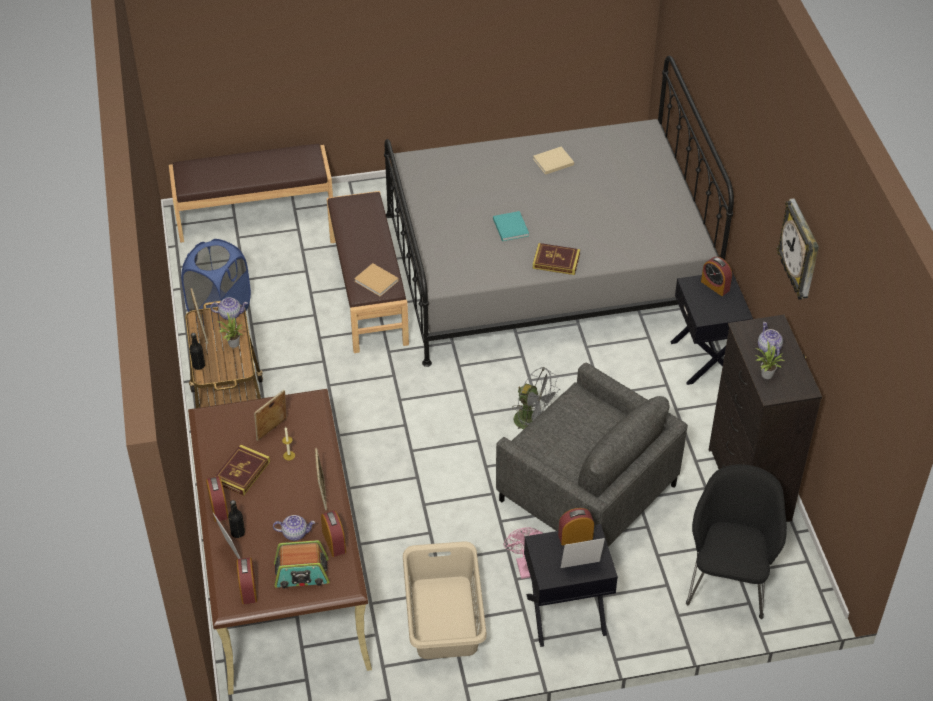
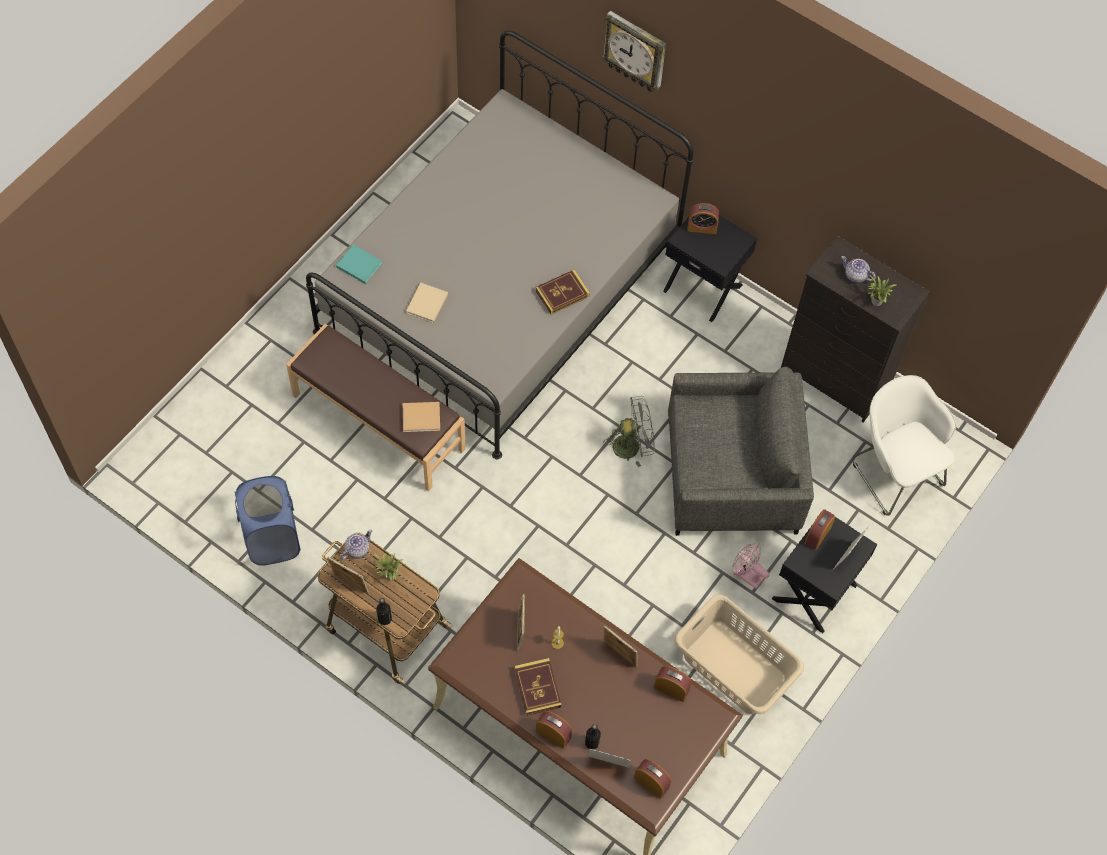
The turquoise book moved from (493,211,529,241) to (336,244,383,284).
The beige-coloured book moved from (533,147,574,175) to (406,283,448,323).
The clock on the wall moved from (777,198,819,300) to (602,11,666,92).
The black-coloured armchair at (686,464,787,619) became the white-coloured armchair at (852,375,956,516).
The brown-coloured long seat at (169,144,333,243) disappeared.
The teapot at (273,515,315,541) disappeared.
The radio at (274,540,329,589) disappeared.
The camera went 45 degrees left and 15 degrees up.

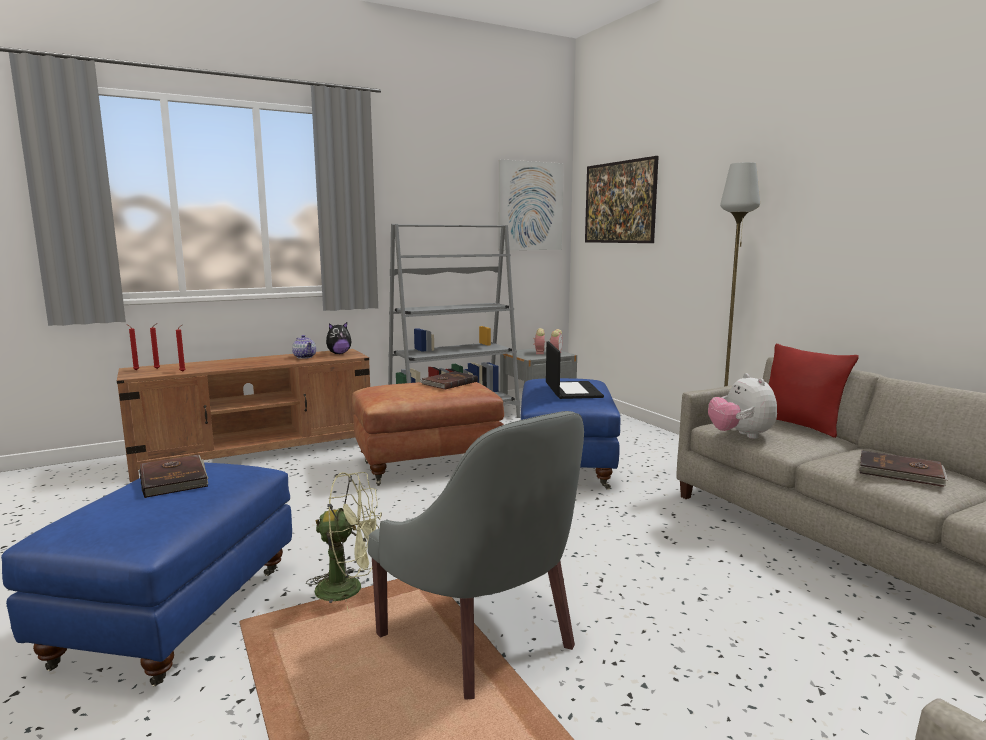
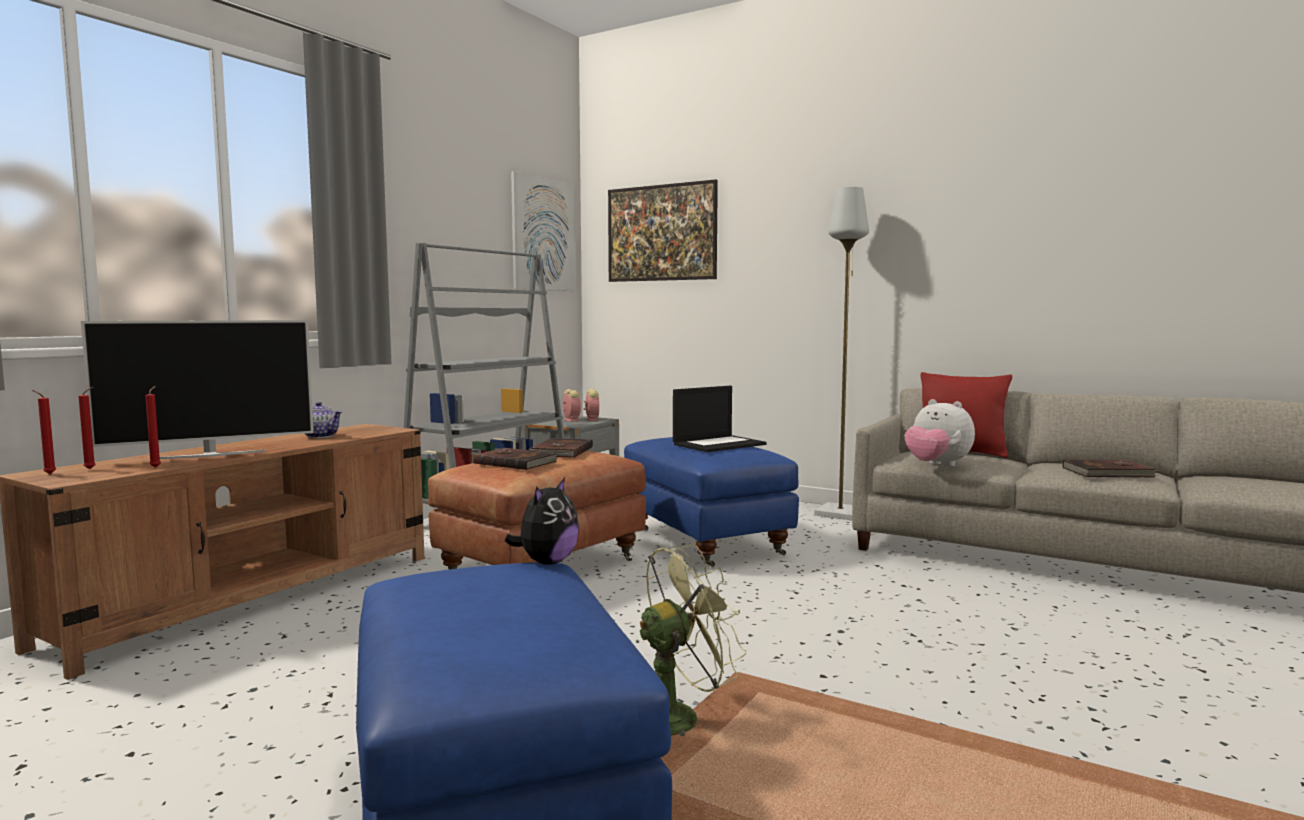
The television at (81,320,314,459) appeared.
The brown-coloured book moved from (139,455,208,498) to (473,448,557,470).
The soft toy moved from (326,322,352,354) to (505,478,579,565).
The portable computer at (546,341,604,399) turned 90 degrees clockwise.
The grey armchair at (368,411,584,700) disappeared.
The camera went 30 degrees left and 5 degrees down.

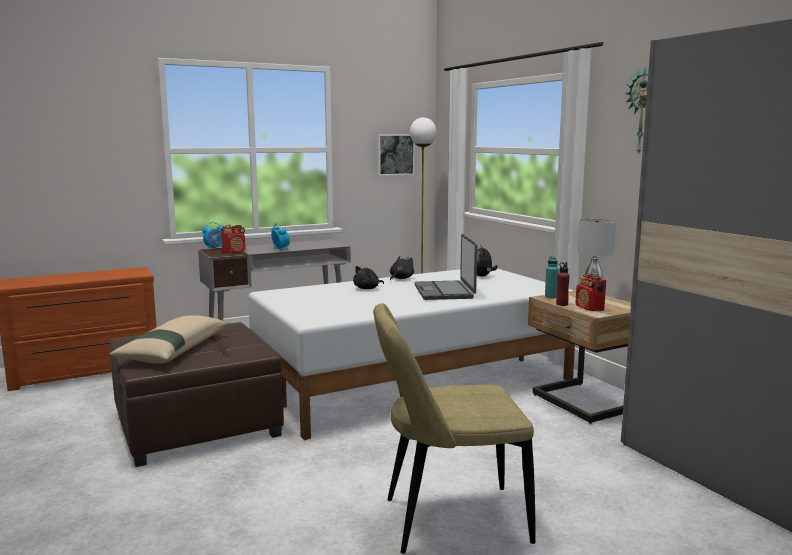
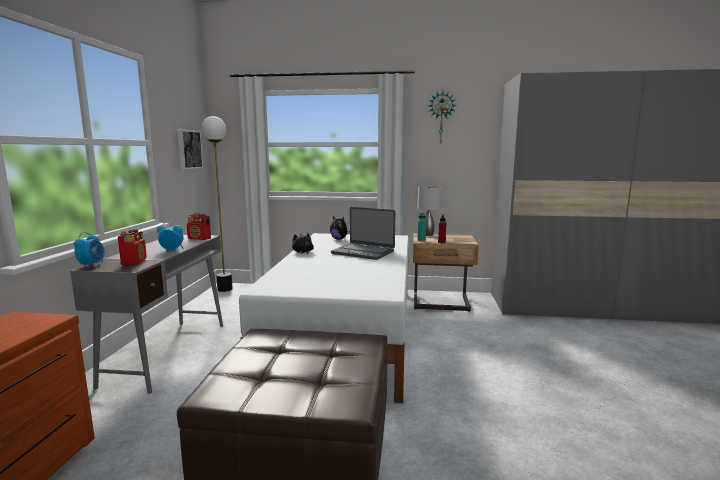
The radio moved from (575,272,606,311) to (187,212,211,240).
The beige-coloured cushion at (110,315,227,364) disappeared.
The black-coloured soft toy at (353,266,384,289) disappeared.
The beige-coloured plain chair at (373,303,535,554) disappeared.
The camera went 55 degrees left and 0 degrees up.

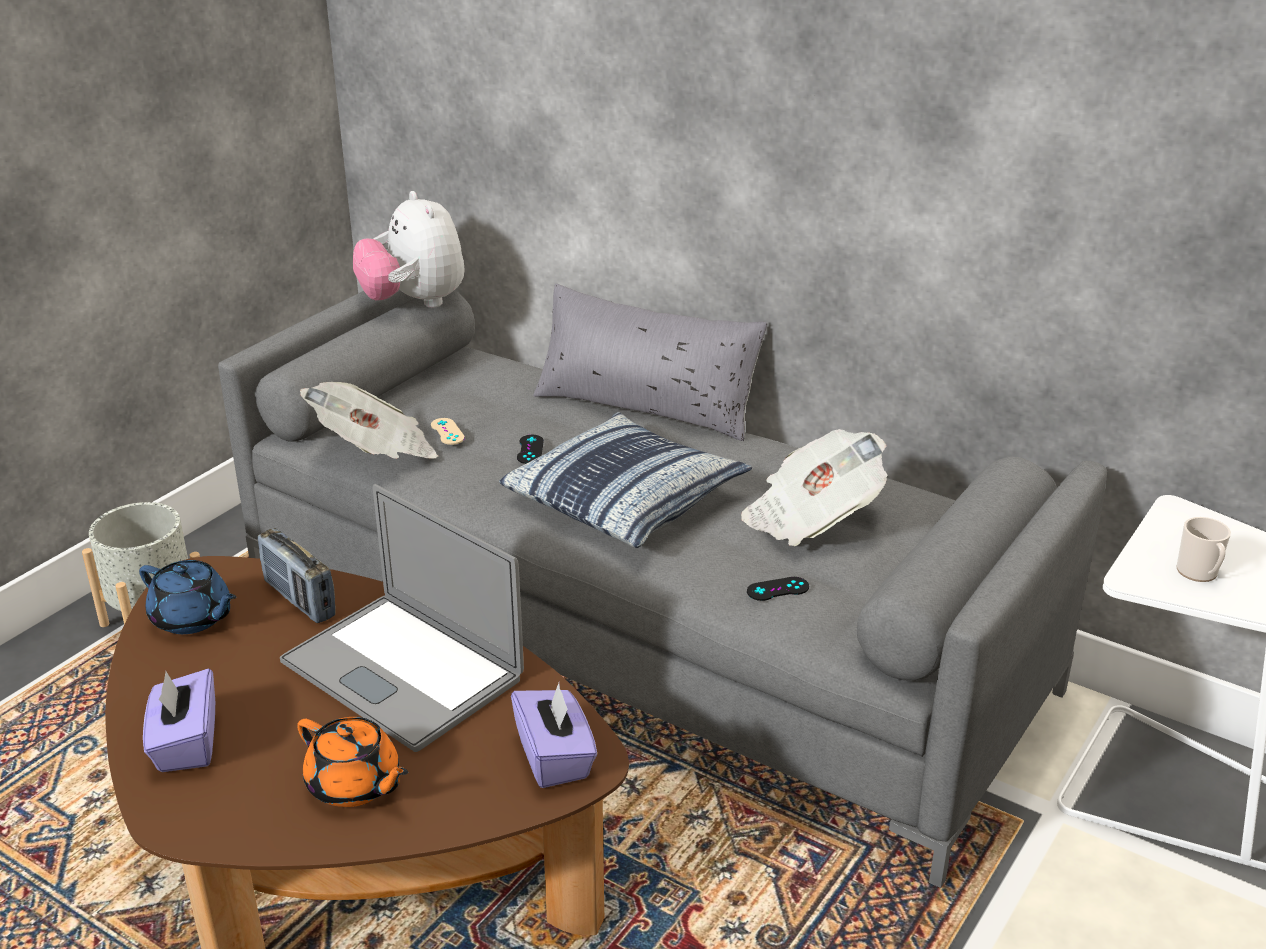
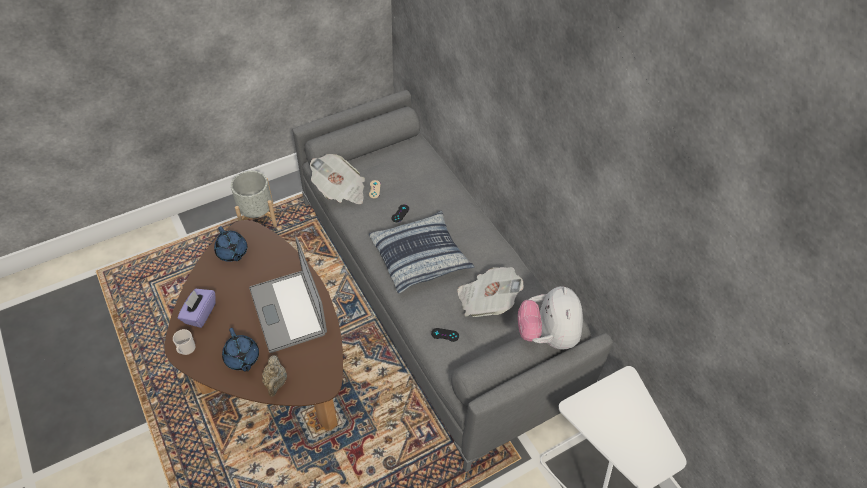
The tea mug moved from (1176,517,1231,582) to (173,329,196,355).
The orangey teapot at (297,717,408,807) became the blue teapot at (222,328,259,372).
The beige-coloured teapot at (262,355,287,397) appeared.
The soft toy moved from (353,191,464,308) to (518,286,583,350).
The radio at (258,528,336,623) disappeared.
The purple-coloured tissue box at (511,683,597,788) disappeared.
The grey cushion at (533,284,768,441) disappeared.
The camera went 25 degrees right and 20 degrees up.

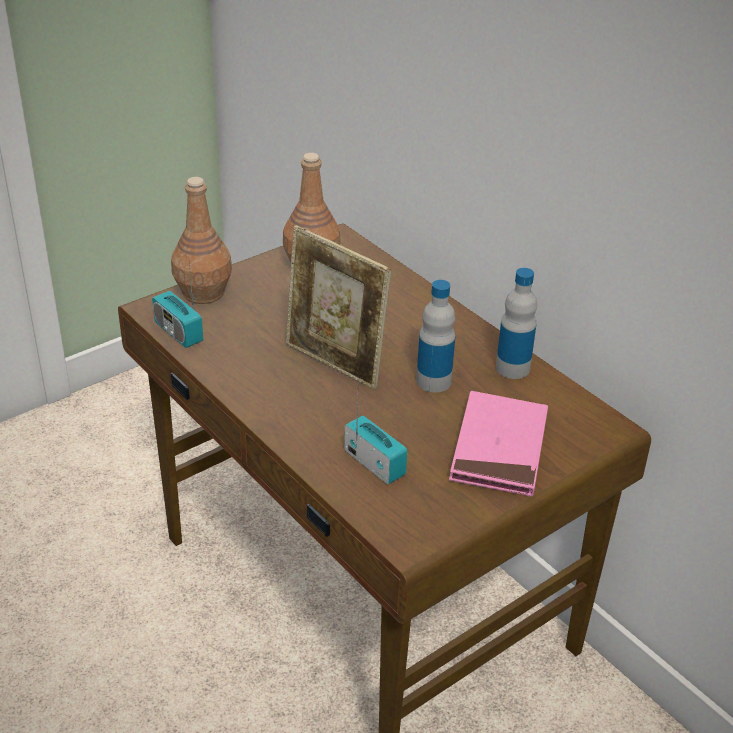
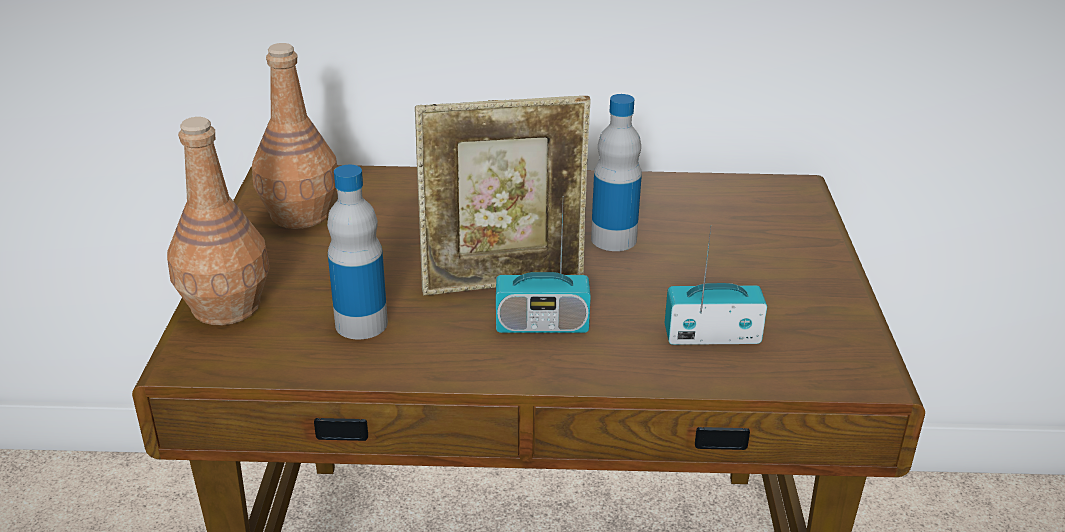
The beverage bottle moved from (496,268,537,379) to (327,165,388,340).
The radio moved from (152,264,203,348) to (496,207,591,333).
The pink-coloured book at (449,391,548,496) disappeared.
The camera went 50 degrees left and 5 degrees down.

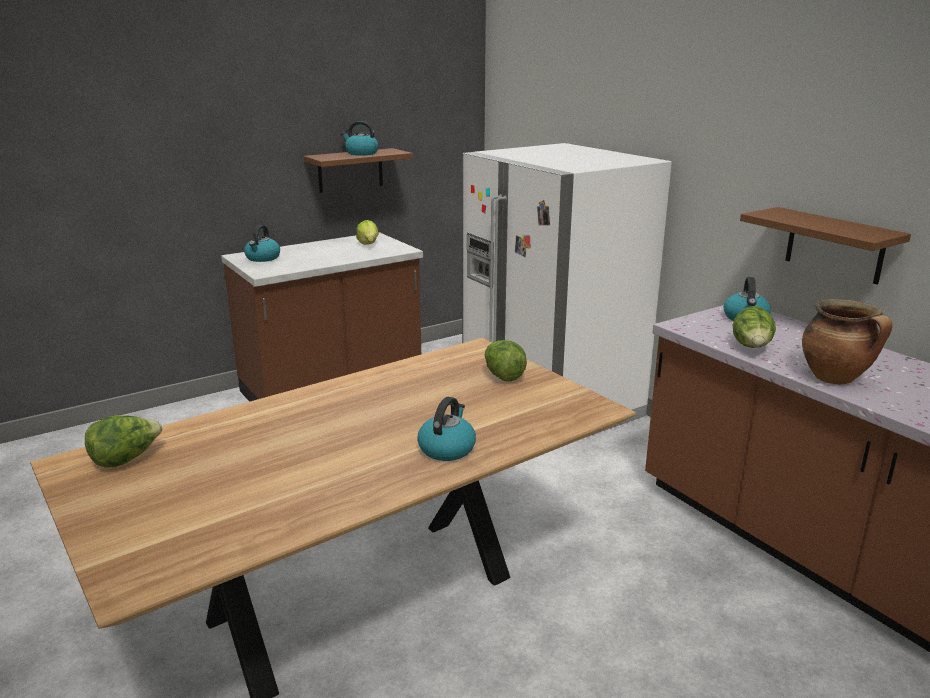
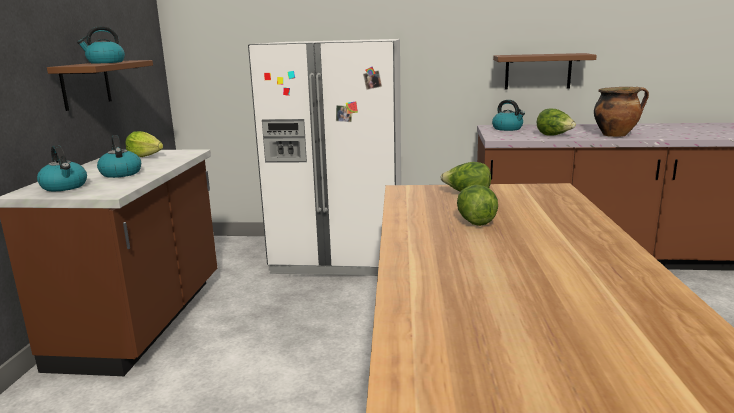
The kettle moved from (417,397,476,461) to (97,135,141,178).
The lettuce moved from (85,415,162,468) to (457,184,498,226).
The camera went 50 degrees left and 5 degrees down.

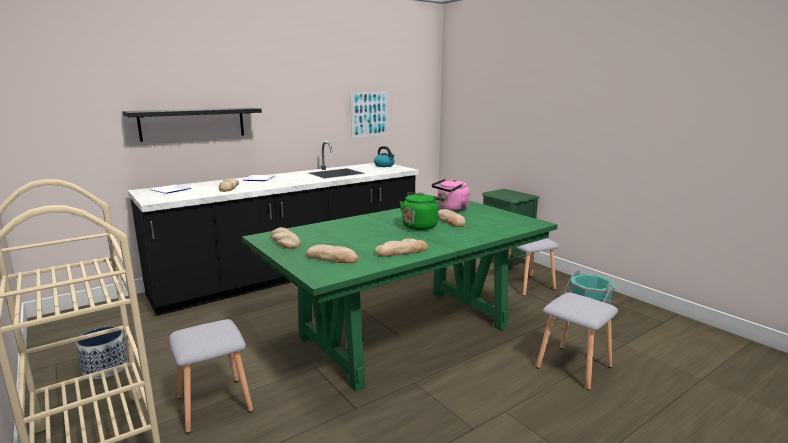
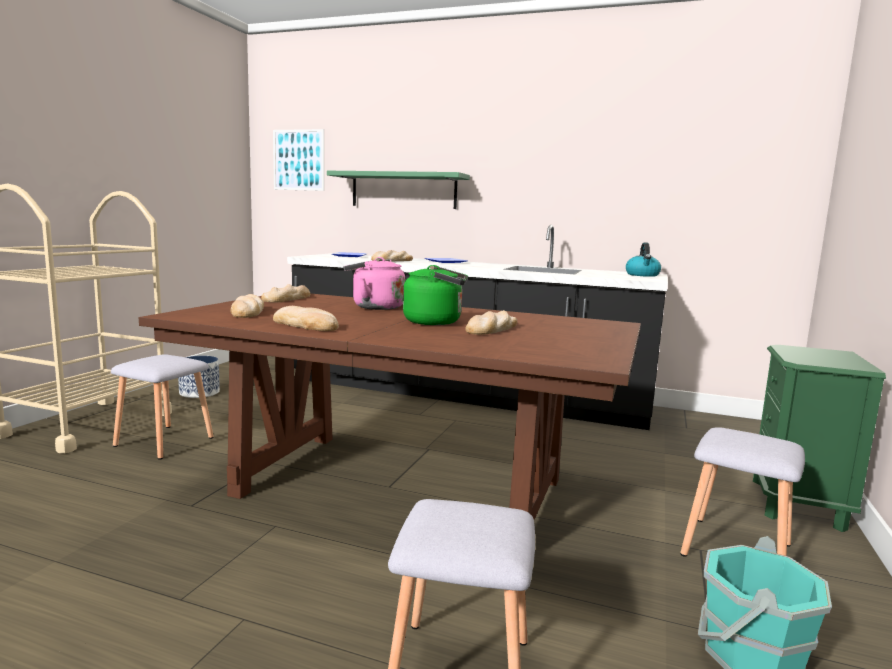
The greenish dinner table at (242,201,558,392) became the brown-coloured dinner table at (139,293,641,520).
The picture moved from (350,91,388,138) to (273,129,324,191).
The black-coloured wall shelf at (123,107,262,142) became the greenish wall shelf at (327,171,470,209).
The pink-coloured kettle moved from (432,179,470,212) to (343,257,405,310).
The camera went 55 degrees right and 5 degrees down.

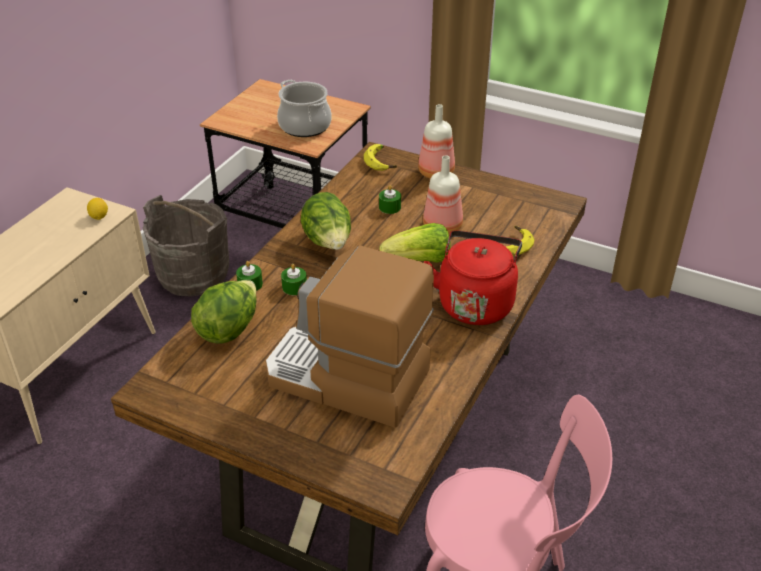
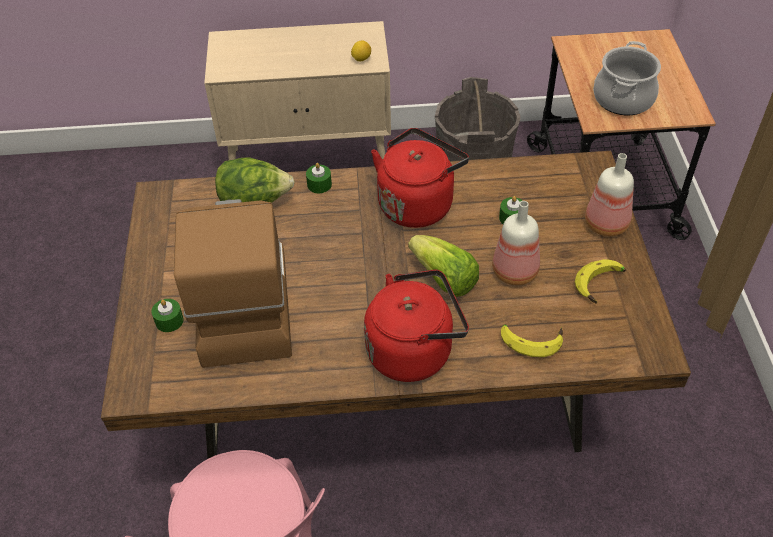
The greenish wax candle moved from (281,264,307,295) to (152,299,184,332).
The lettuce at (301,192,351,250) was replaced by the reddish kettle at (371,128,469,228).
The banana fruit moved from (364,144,397,171) to (575,259,626,304).
The camera went 60 degrees right and 10 degrees up.

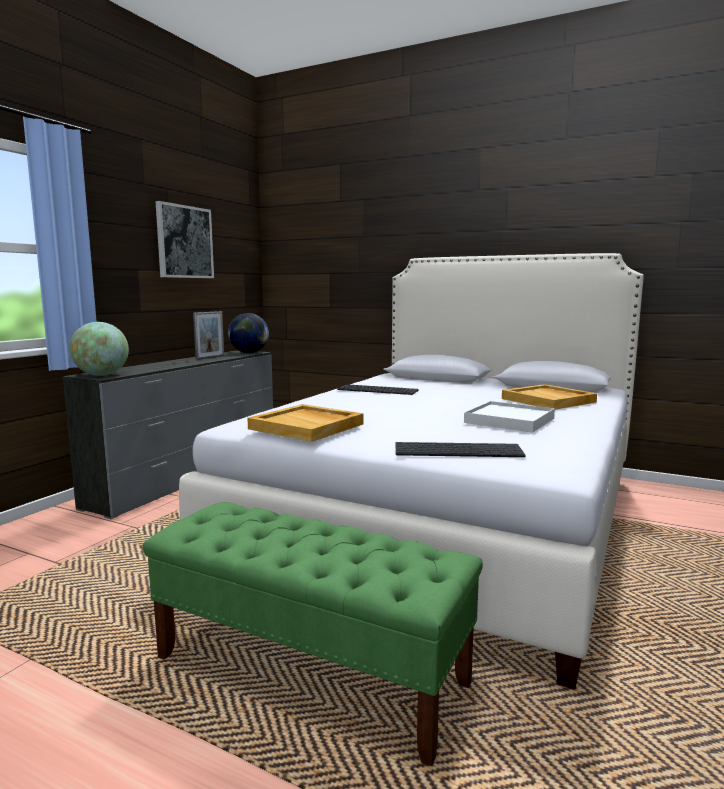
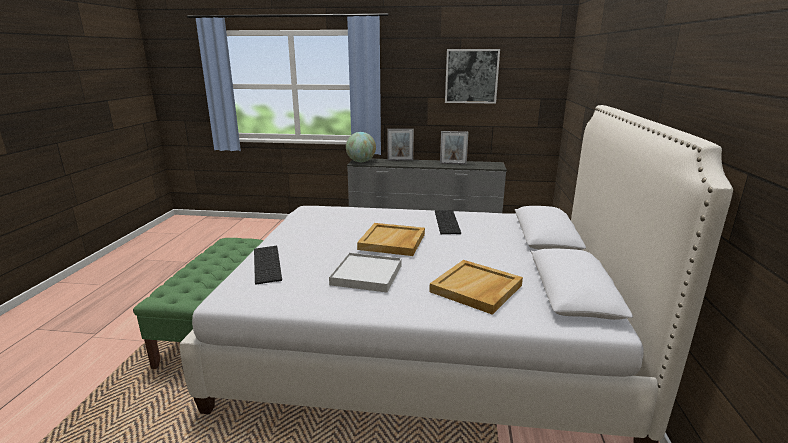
The beige-coloured serving tray moved from (247,404,363,442) to (357,223,425,256).
The picture frame at (387,129,414,161) appeared.
The world globe at (228,313,269,353) disappeared.
The camera went 70 degrees right and 10 degrees up.

